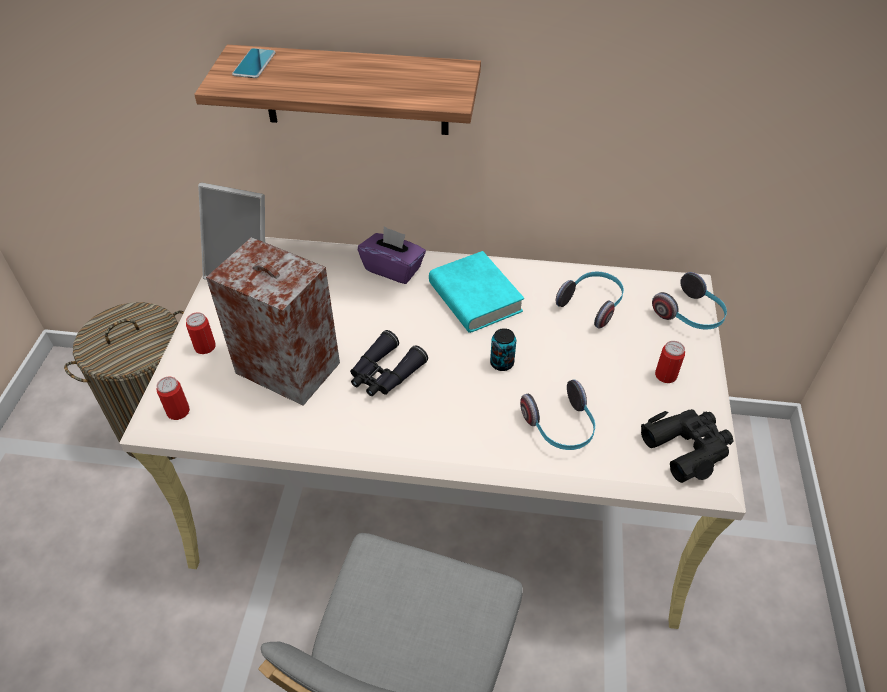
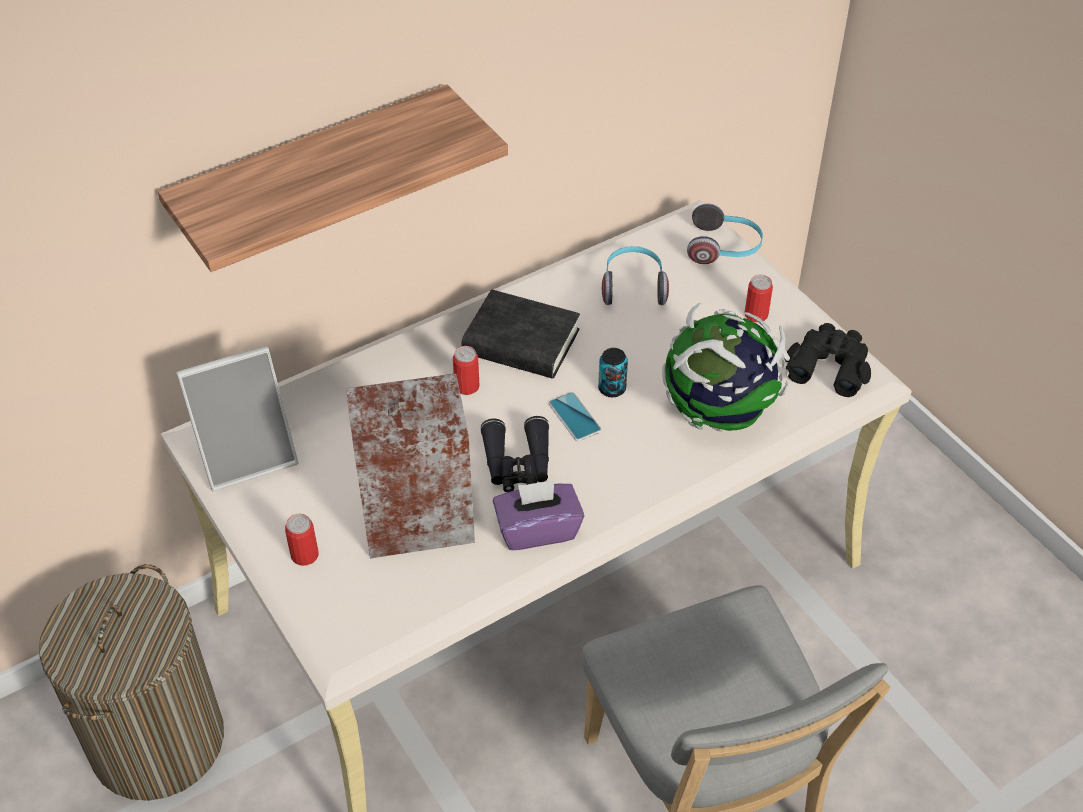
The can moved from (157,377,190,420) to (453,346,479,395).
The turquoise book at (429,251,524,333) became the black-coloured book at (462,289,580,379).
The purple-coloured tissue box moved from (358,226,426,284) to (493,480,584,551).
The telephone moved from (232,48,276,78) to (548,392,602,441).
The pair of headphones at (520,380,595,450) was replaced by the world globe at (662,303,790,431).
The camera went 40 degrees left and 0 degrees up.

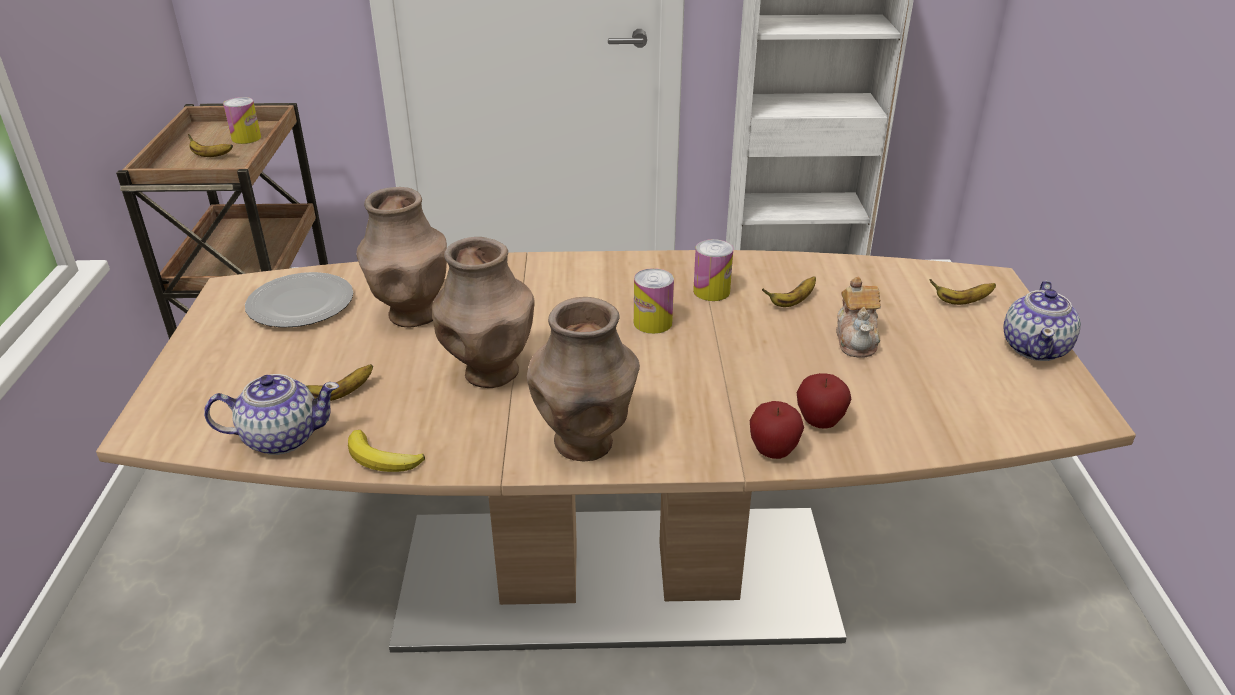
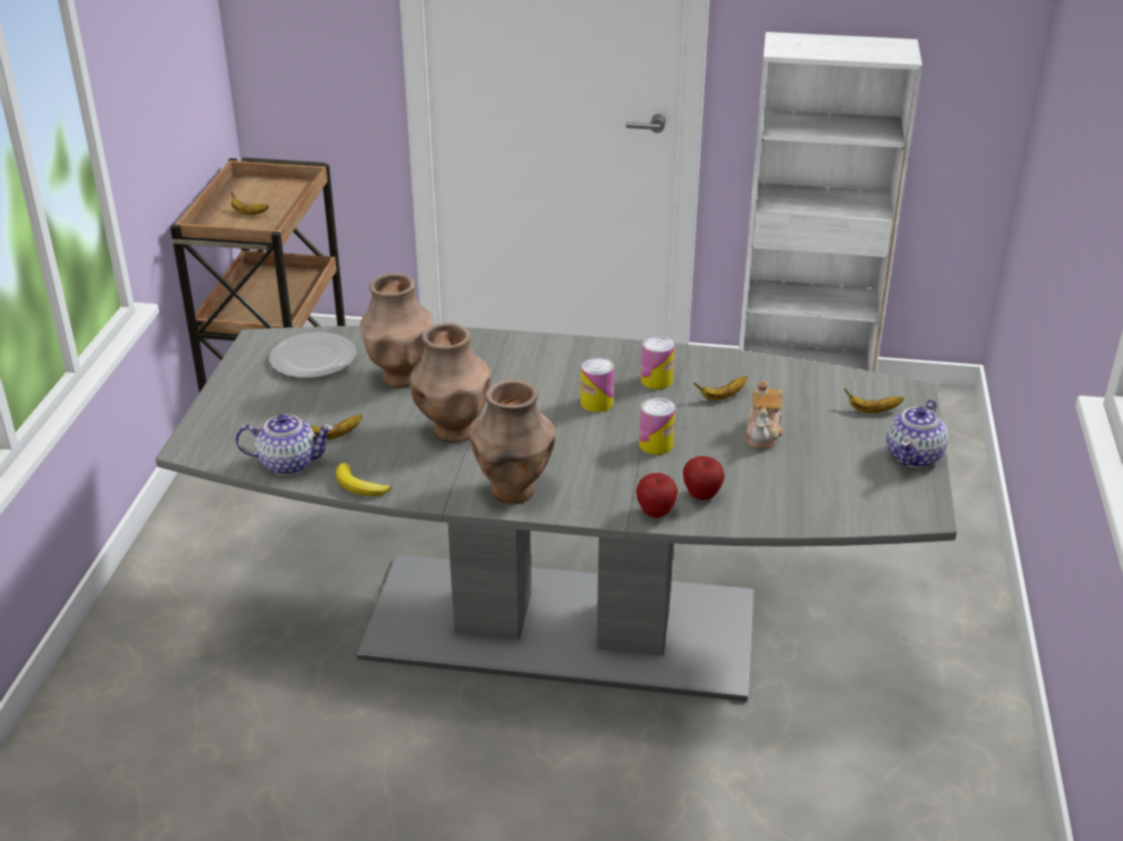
The brown-coloured dinner table at (96,250,1136,653) became the grey dinner table at (156,326,957,702).
The can moved from (223,97,261,144) to (639,397,675,455).
The camera went 10 degrees right and 0 degrees up.

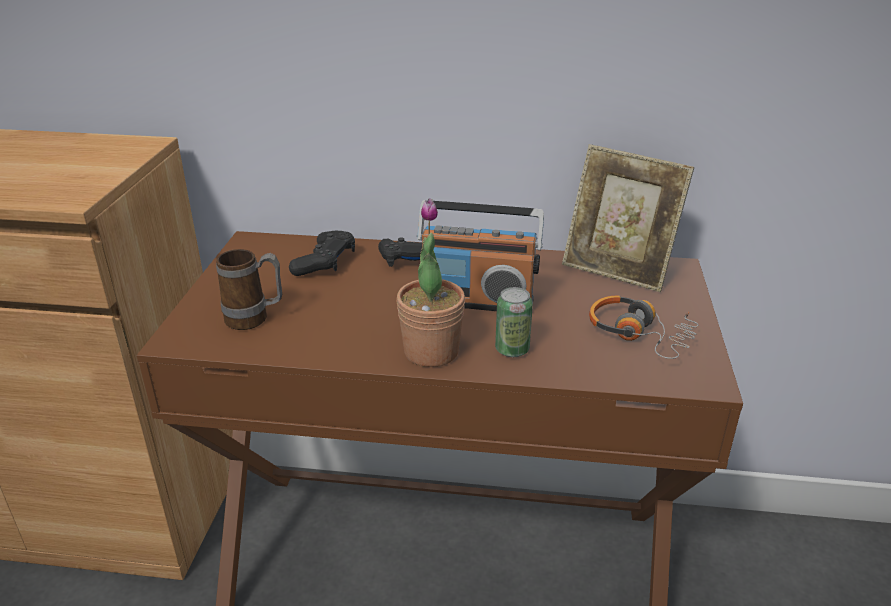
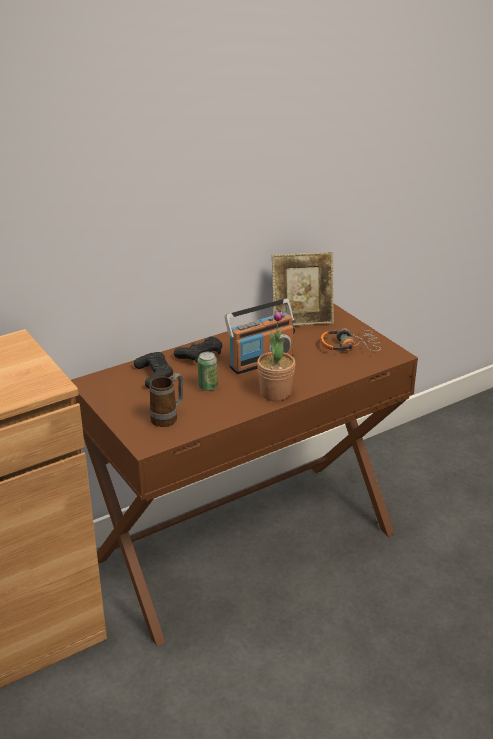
The can moved from (495,287,533,357) to (198,352,218,391).
The camera went 40 degrees left and 0 degrees up.

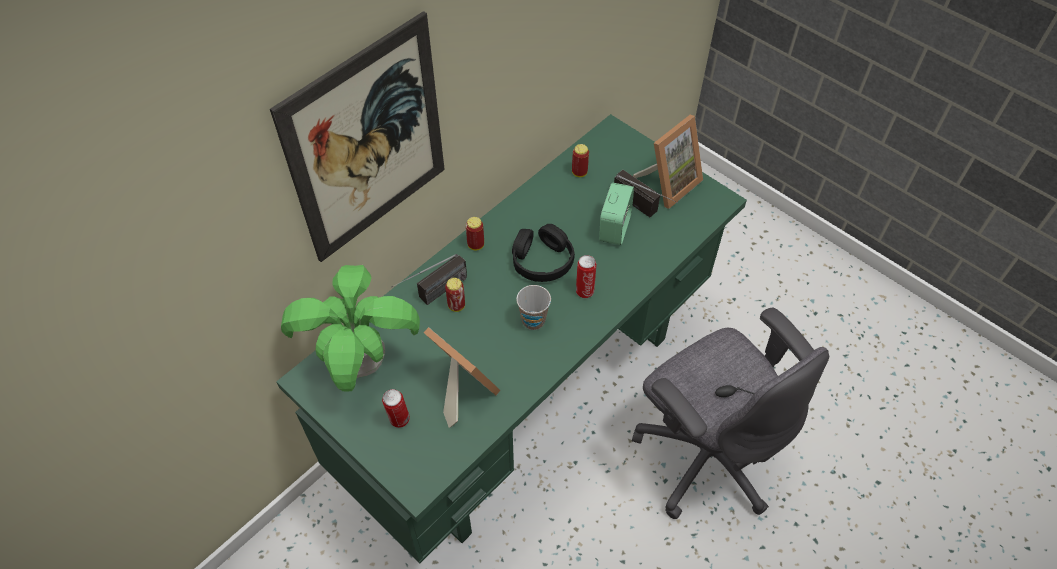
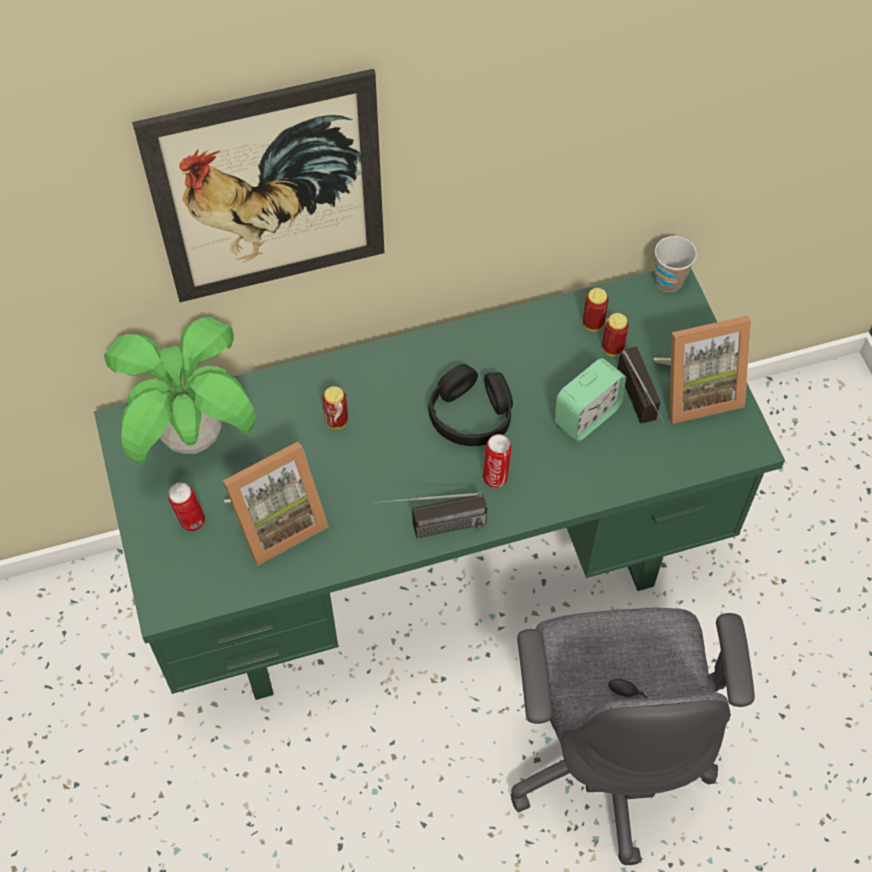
The picture frame at (424,327,500,428) turned 75 degrees clockwise.
The radio moved from (391,254,467,305) to (372,492,487,538).
The can moved from (466,217,484,251) to (602,313,629,356).
The drinking cup moved from (516,285,551,330) to (655,236,697,292).
The camera went 30 degrees right and 5 degrees up.

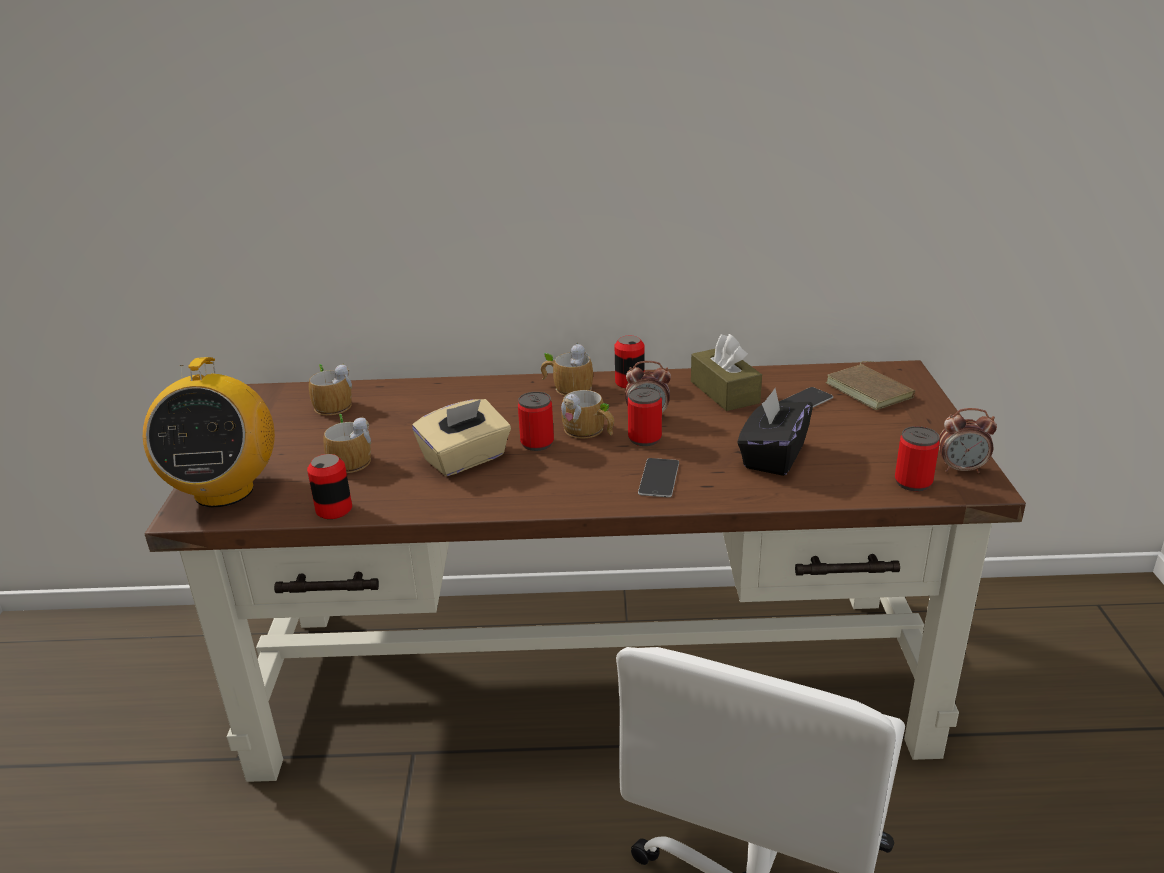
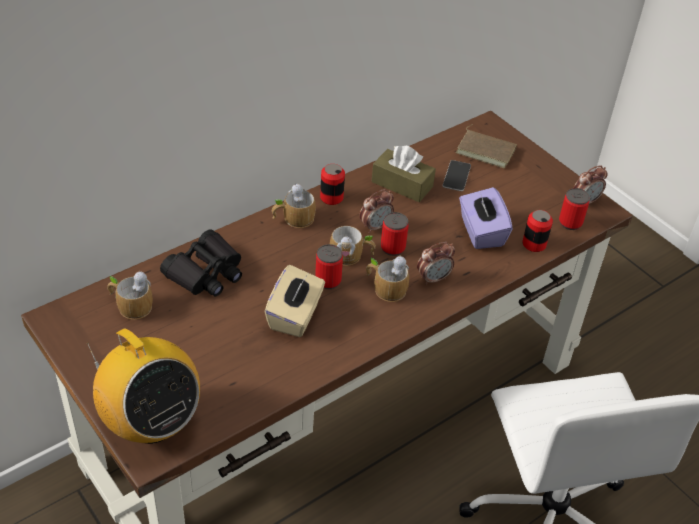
The black-coloured field glasses at (160,229,242,297) appeared.
The tea mug moved from (323,414,371,473) to (366,255,409,302).
The telephone at (638,458,679,497) was replaced by the bedside clock at (417,242,455,285).
The black-coloured tissue box at (737,388,813,476) became the purple-coloured tissue box at (459,187,513,249).
The can moved from (307,454,352,519) to (522,210,553,252).
The camera went 40 degrees left and 15 degrees up.

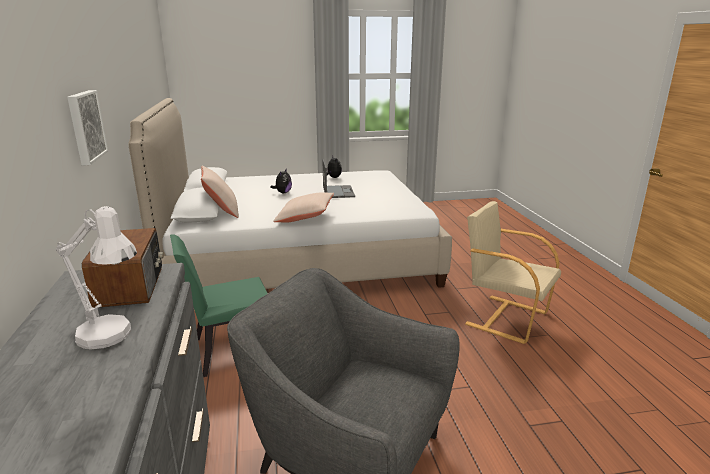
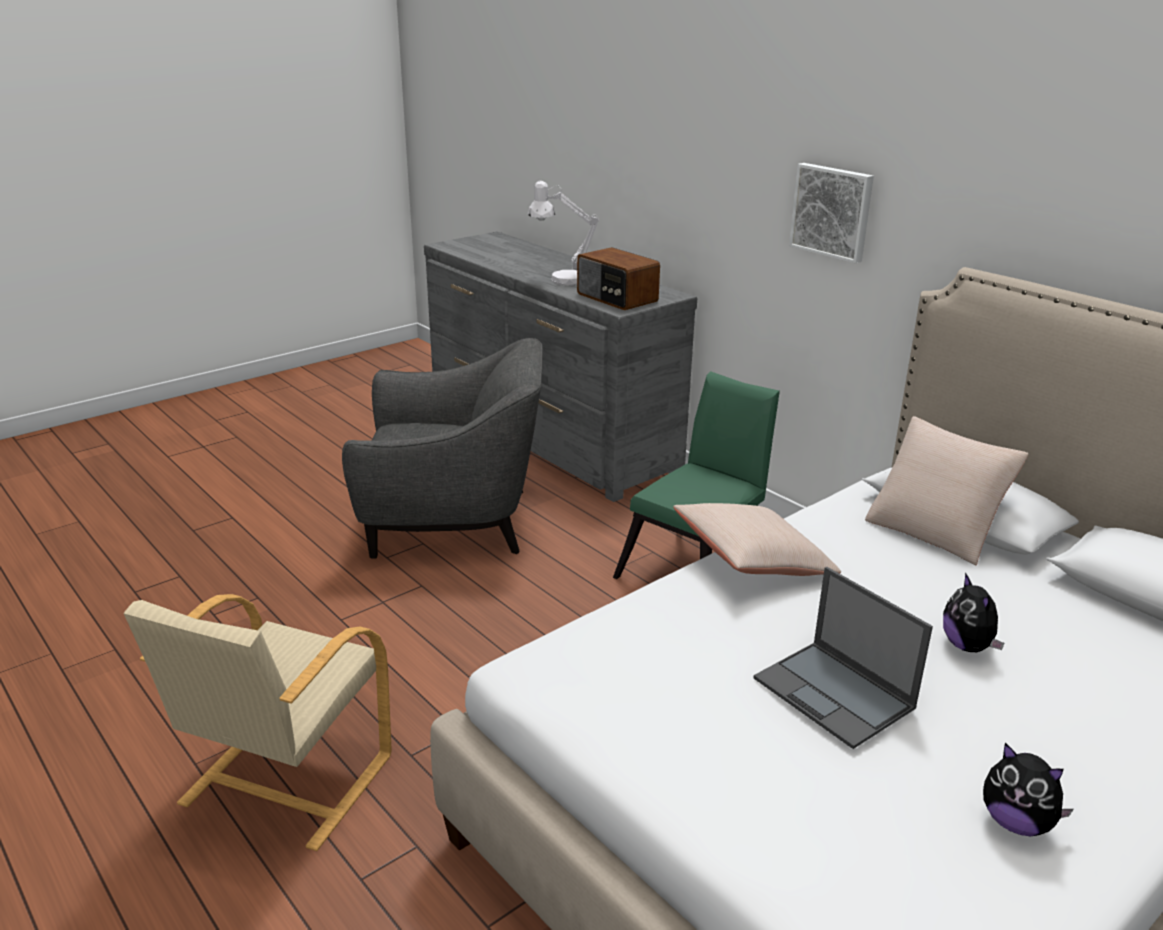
The beige-coloured armchair at (465,201,561,344) turned 105 degrees clockwise.
The camera went 150 degrees right and 5 degrees up.

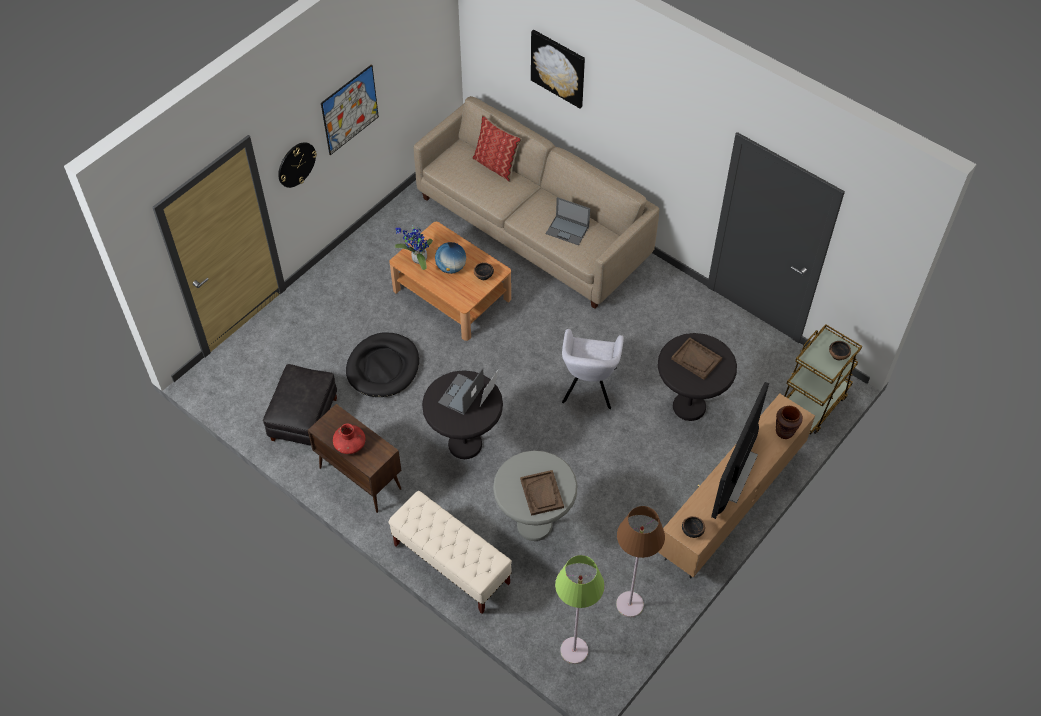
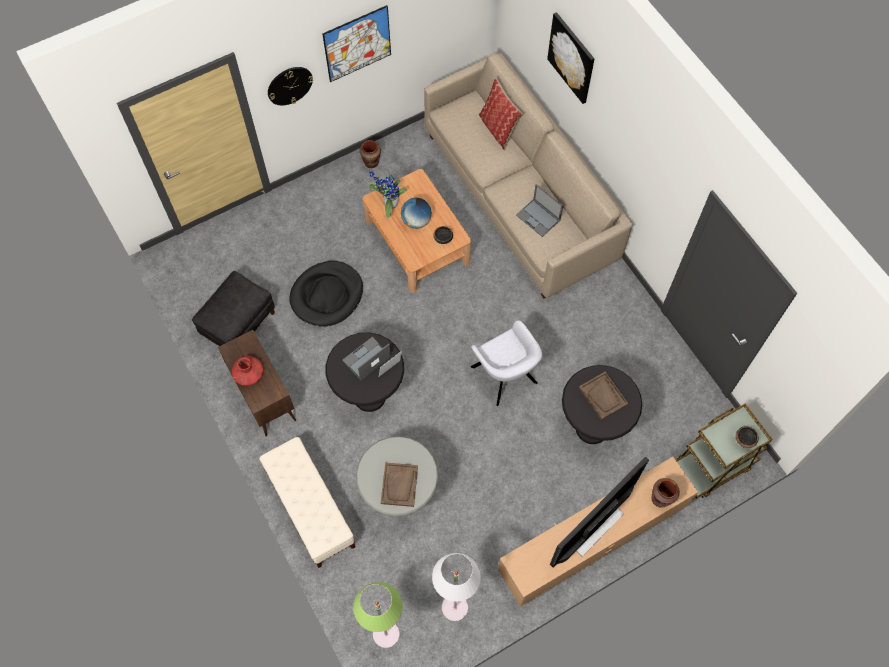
The brown-coloured vase at (359,140,381,168) appeared.
The brown-coloured standing lamp at (616,506,665,618) became the white-coloured standing lamp at (432,553,481,621).
The grey armchair at (562,329,624,409) turned 60 degrees counterclockwise.
The bowl at (682,516,705,538) disappeared.
The camera went 20 degrees right and 10 degrees up.

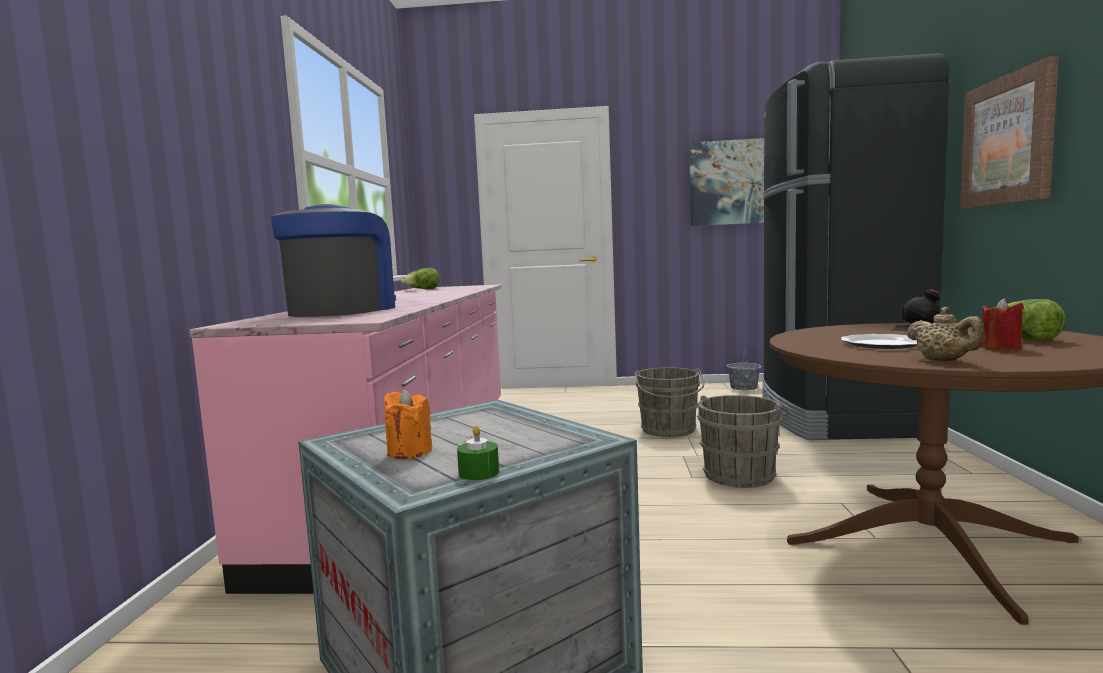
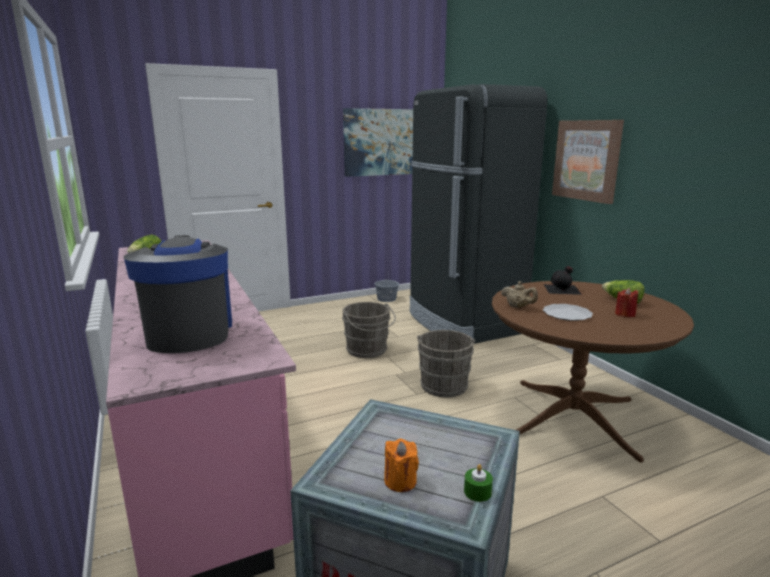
The beige-coloured teapot moved from (907,307,985,361) to (501,281,538,308).
The camera went 30 degrees left and 10 degrees up.

